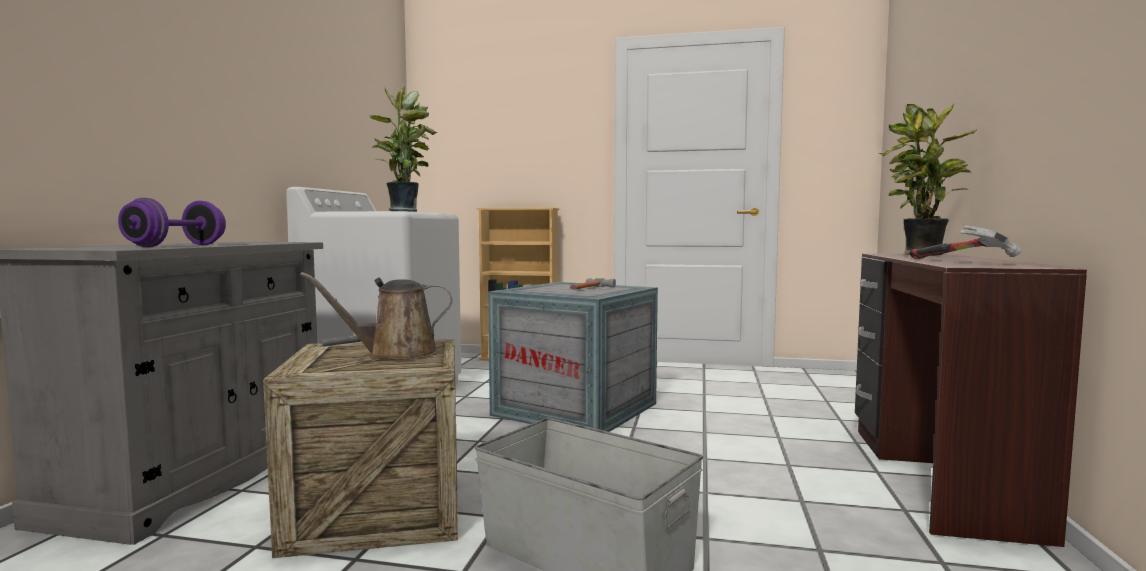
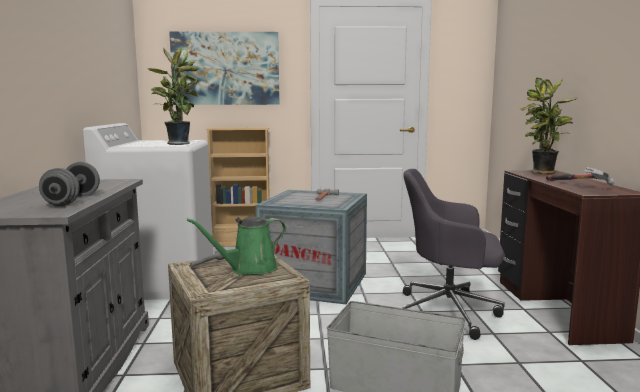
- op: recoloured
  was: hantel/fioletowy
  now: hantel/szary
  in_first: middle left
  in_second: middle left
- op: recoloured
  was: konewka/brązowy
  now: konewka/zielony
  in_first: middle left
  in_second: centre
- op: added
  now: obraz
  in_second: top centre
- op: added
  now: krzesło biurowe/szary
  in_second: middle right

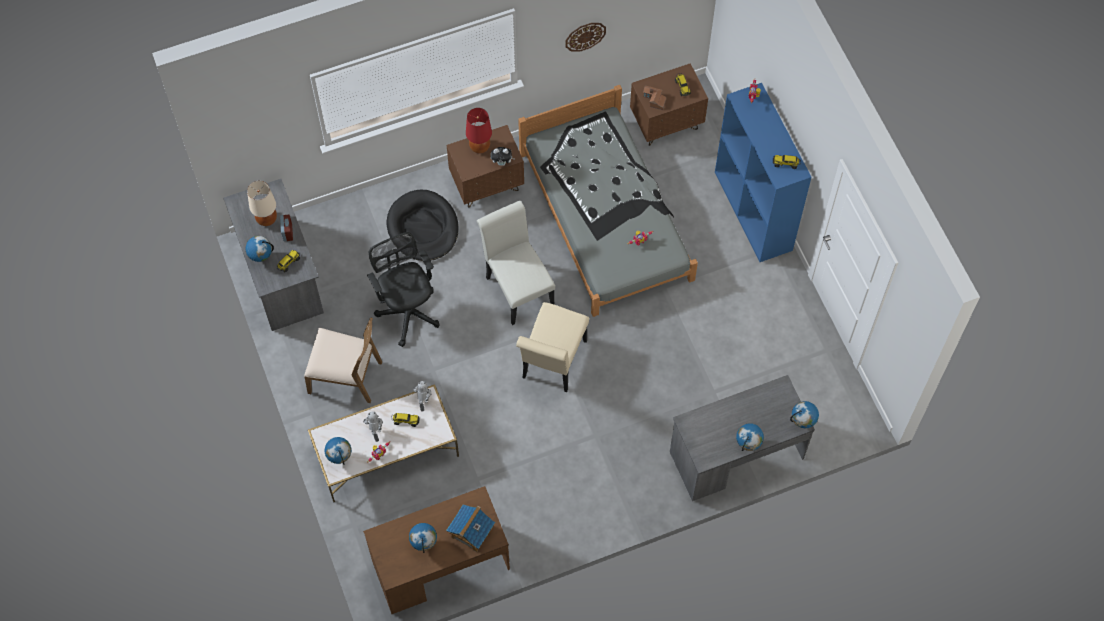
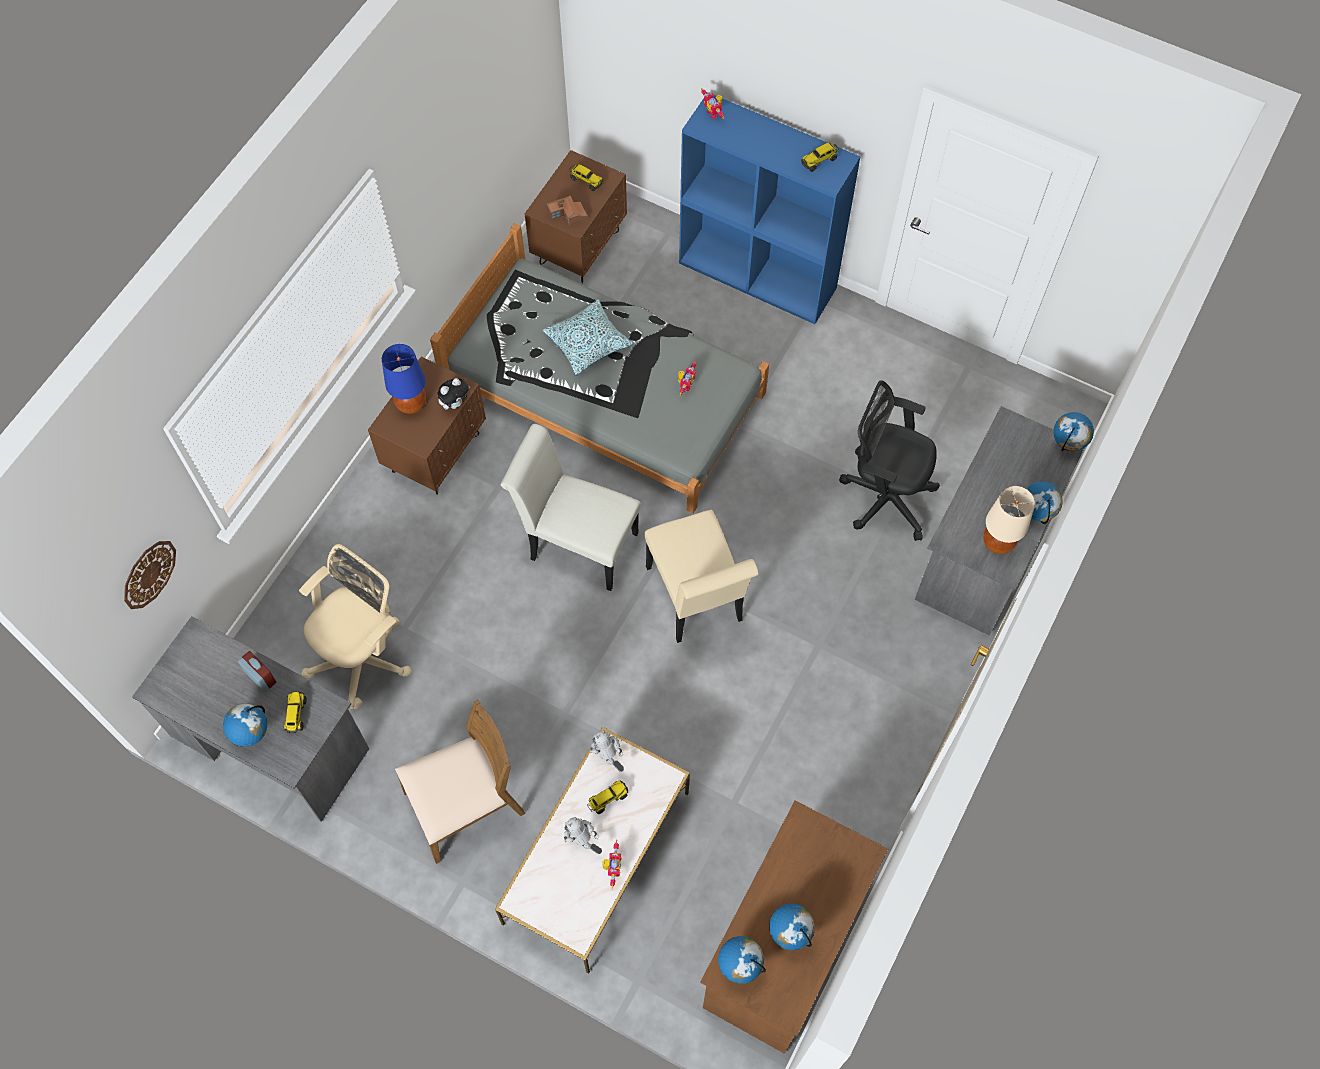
- op: moved
  was: zegar ścienny
  in_first: top centre
  in_second: middle left
- op: recoloured
  was: lampa stołowa/czerwony
  now: lampa stołowa/niebieski
  in_first: top centre
  in_second: middle left
- op: moved
  was: lampa stołowa/beżowy
  in_first: top left
  in_second: middle right
- op: removed
  was: legowisko/czarny
  in_first: centre
- op: moved
  was: krzesło biurowe/czarny
  in_first: centre
  in_second: middle right
- op: moved
  was: globus (2nd from left)
  in_first: bottom left
  in_second: bottom centre
- op: removed
  was: domek (1st from left)
  in_first: bottom centre
- op: added
  now: poduszka
  in_second: top centre
- op: added
  now: krzesło biurowe/beżowy
  in_second: middle left

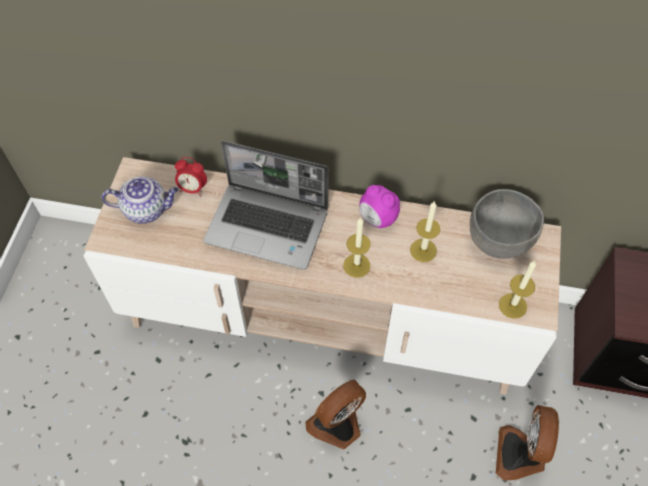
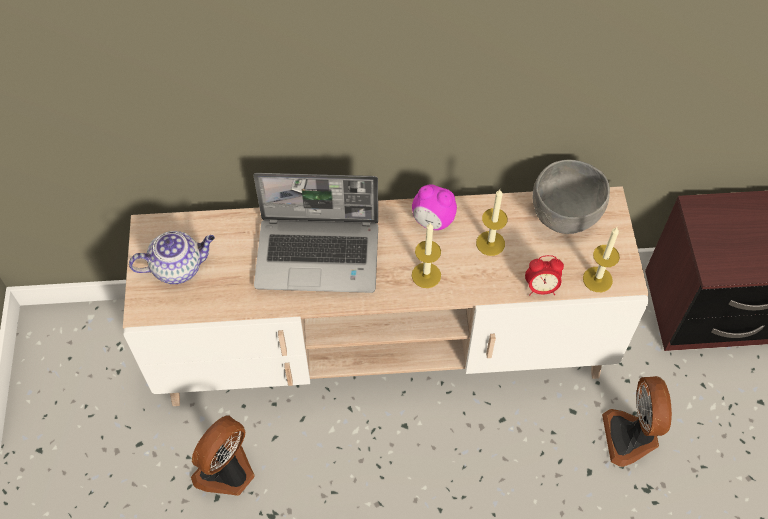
- op: moved
  was: budzik (1st from left in the first image)
  now: budzik (2nd from left)
  in_first: middle left
  in_second: middle right
- op: moved
  was: wentylator (1st from left)
  in_first: bottom centre
  in_second: bottom left

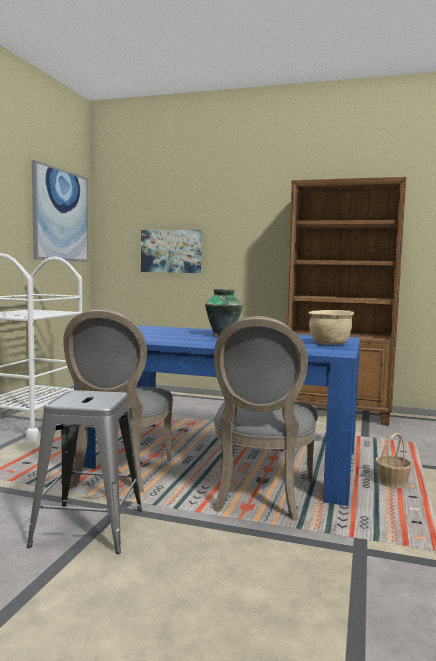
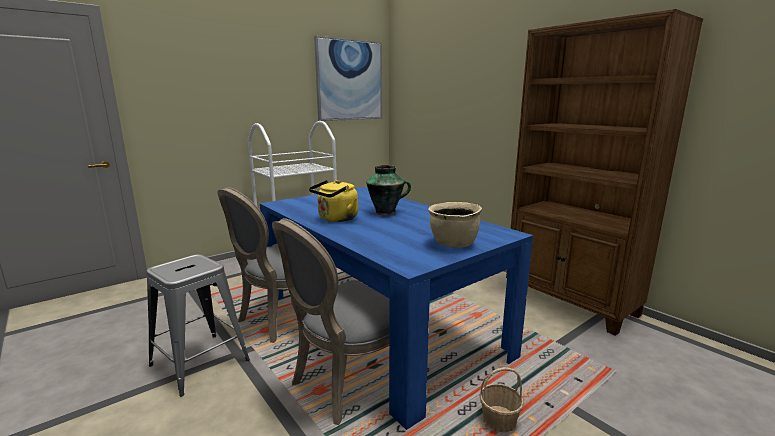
- op: removed
  was: obraz (2nd from left)
  in_first: centre
- op: added
  now: czajnik/żółty
  in_second: centre

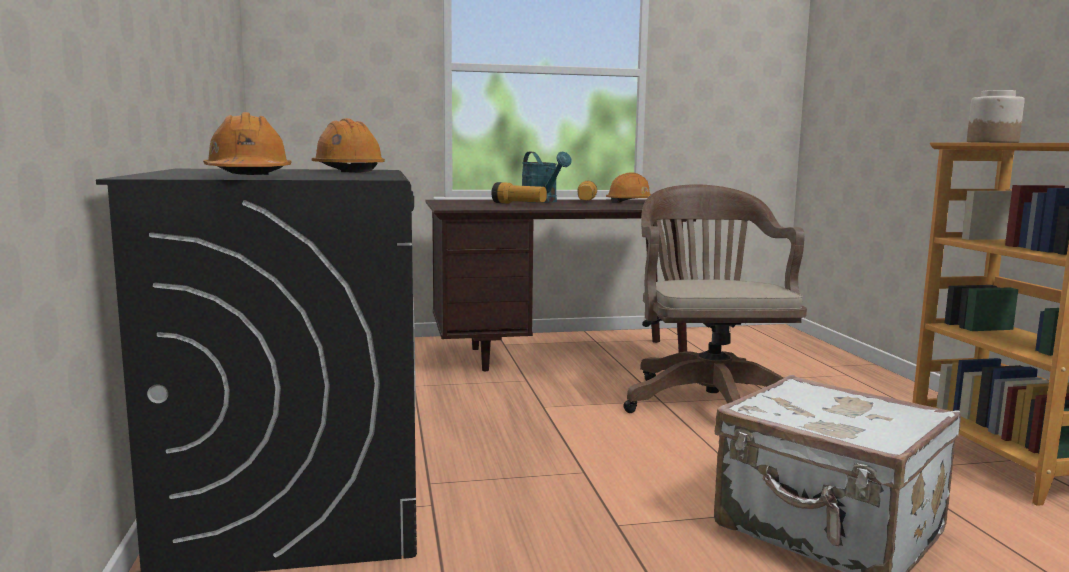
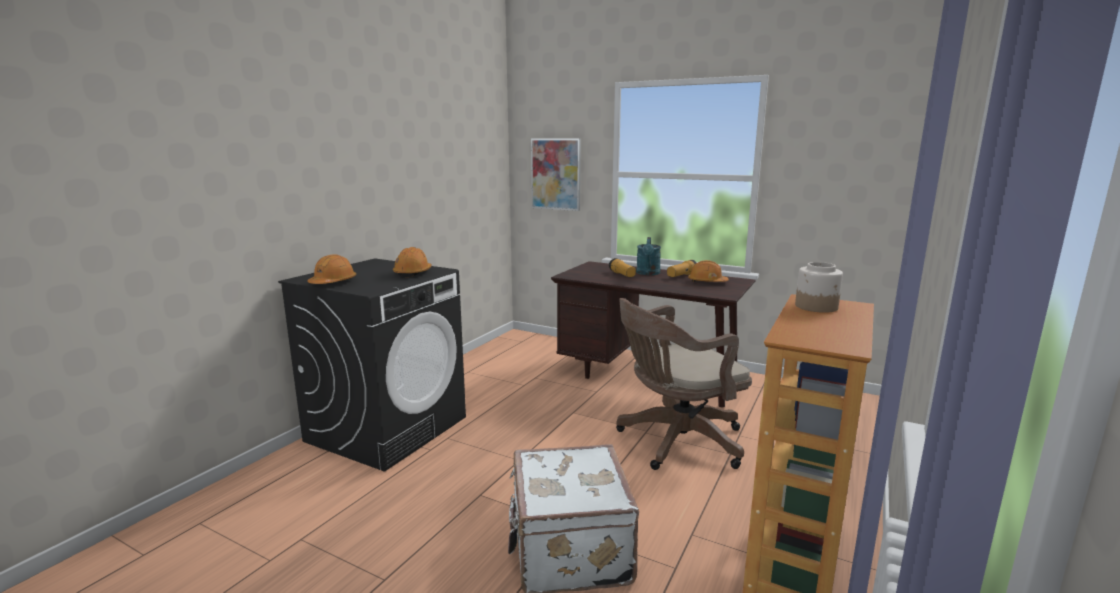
- op: turned
  was: krzesło biurowe/brązowy
  in_first: middle right
  in_second: centre
  clockwise: -150
- op: added
  now: obraz
  in_second: top centre

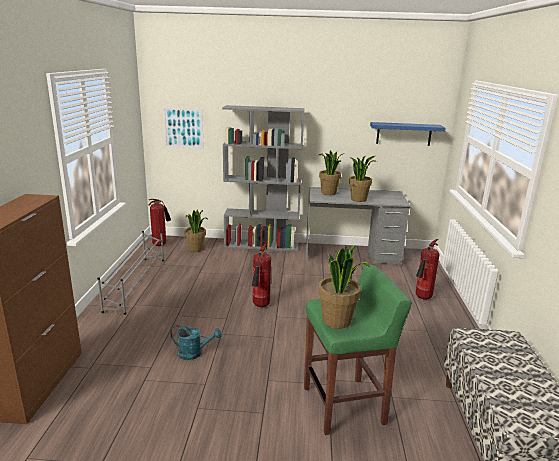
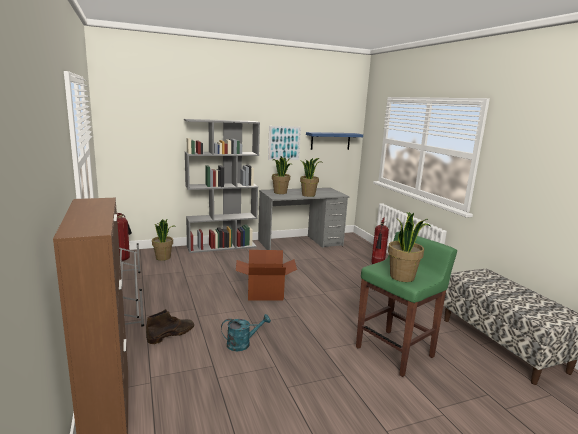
- op: moved
  was: obraz
  in_first: top left
  in_second: top centre
- op: replaced
  was: gaśnica (2nd from left)
  now: karton
  in_first: centre
  in_second: centre
- op: added
  now: but z cholewką/brązowy
  in_second: bottom left

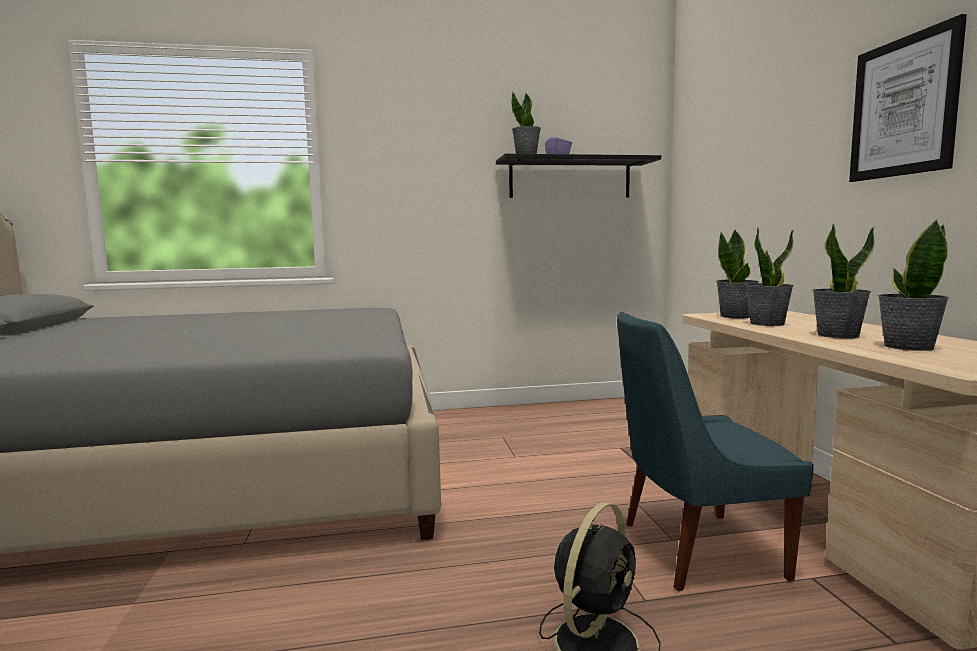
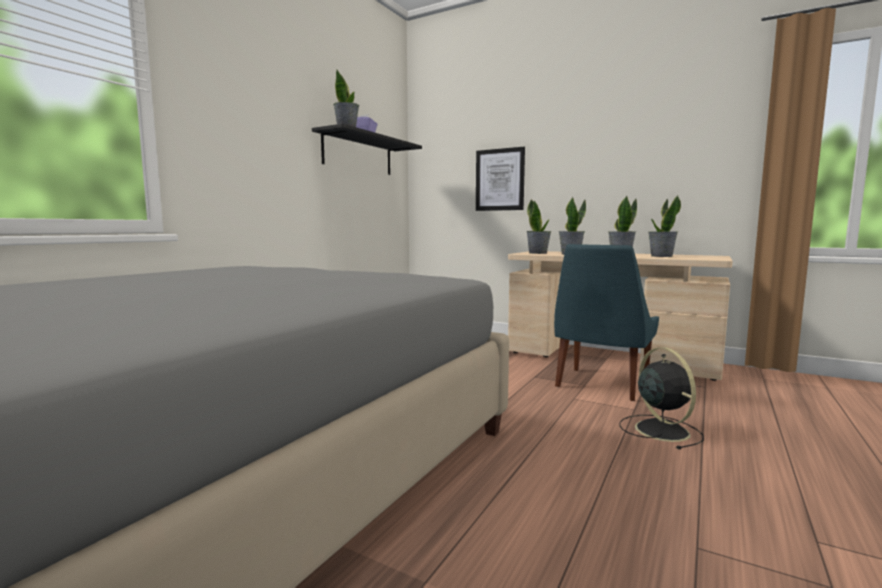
- op: moved
  was: obraz
  in_first: top right
  in_second: top centre

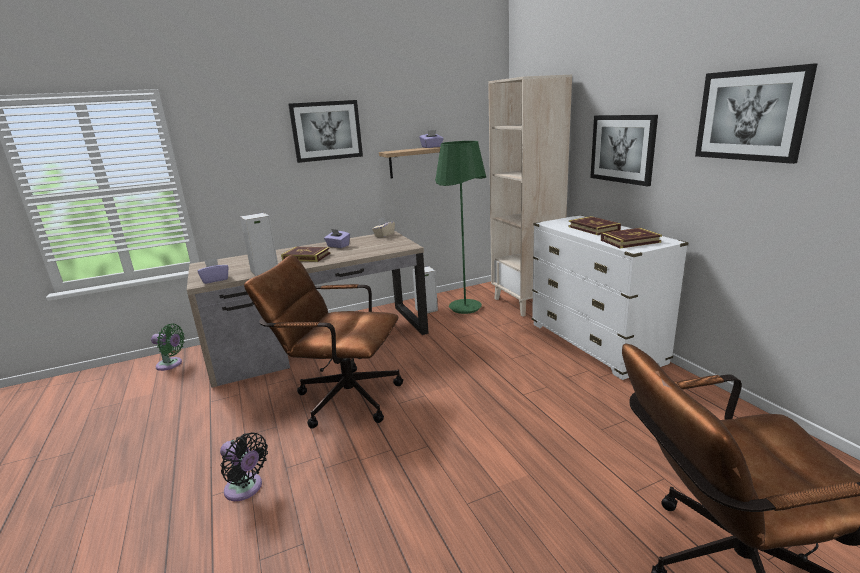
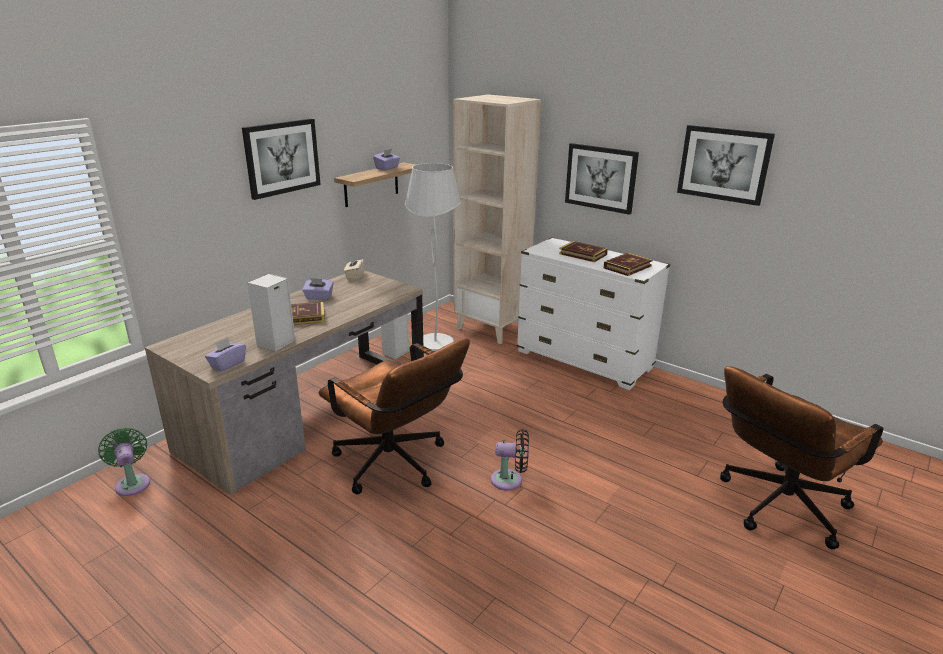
- op: recoloured
  was: lampa stojąca/zielony
  now: lampa stojąca/biały
  in_first: centre
  in_second: centre
- op: turned
  was: krzesło biurowe/brązowy (1st from left)
  in_first: centre
  in_second: centre
  clockwise: -120
- op: turned
  was: wentylator/zielony
  in_first: middle left
  in_second: bottom left
  clockwise: -105
- op: moved
  was: wentylator/czarny
  in_first: bottom left
  in_second: bottom centre

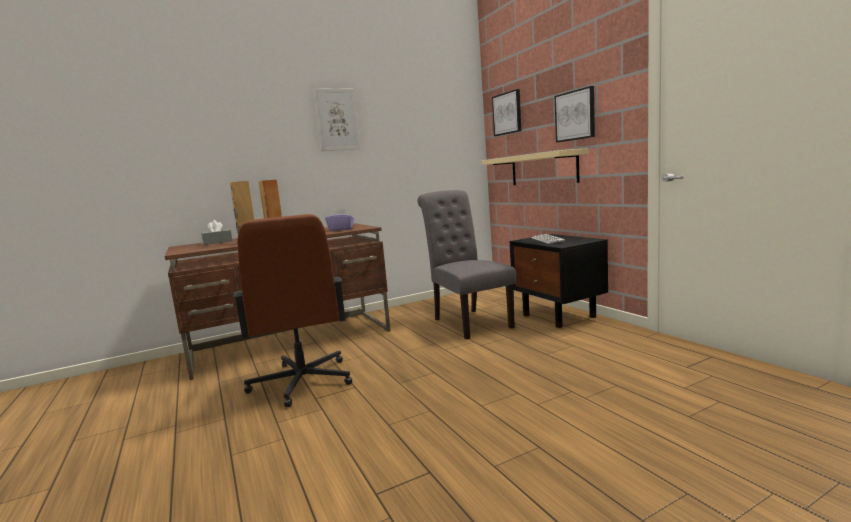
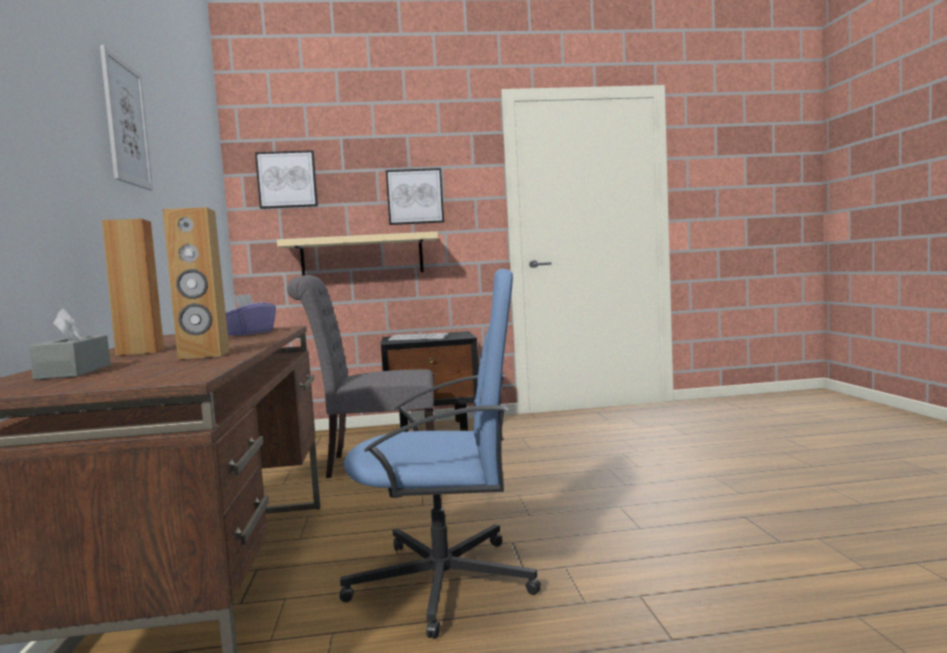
- op: recoloured
  was: krzesło biurowe/brązowy
  now: krzesło biurowe/niebieski
  in_first: centre
  in_second: bottom centre

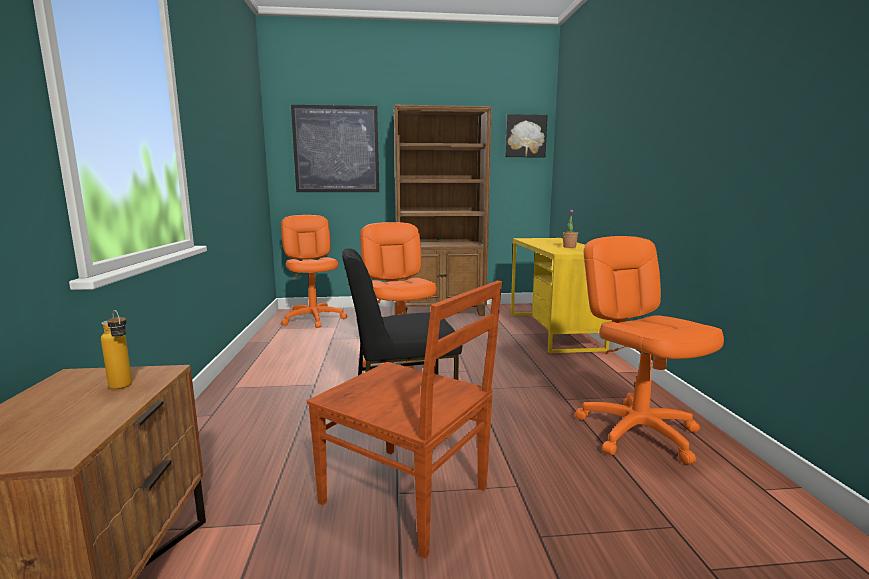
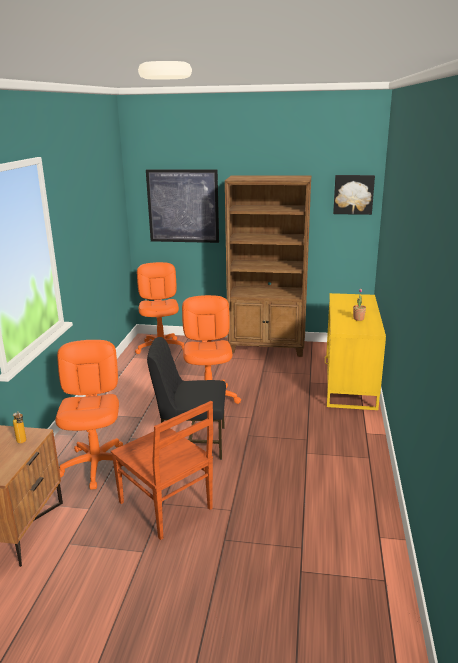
- op: moved
  was: krzesło biurowe/pomarańczowy (3rd from left in the first image)
  now: krzesło biurowe/pomarańczowy (1st from left)
  in_first: middle right
  in_second: middle left

